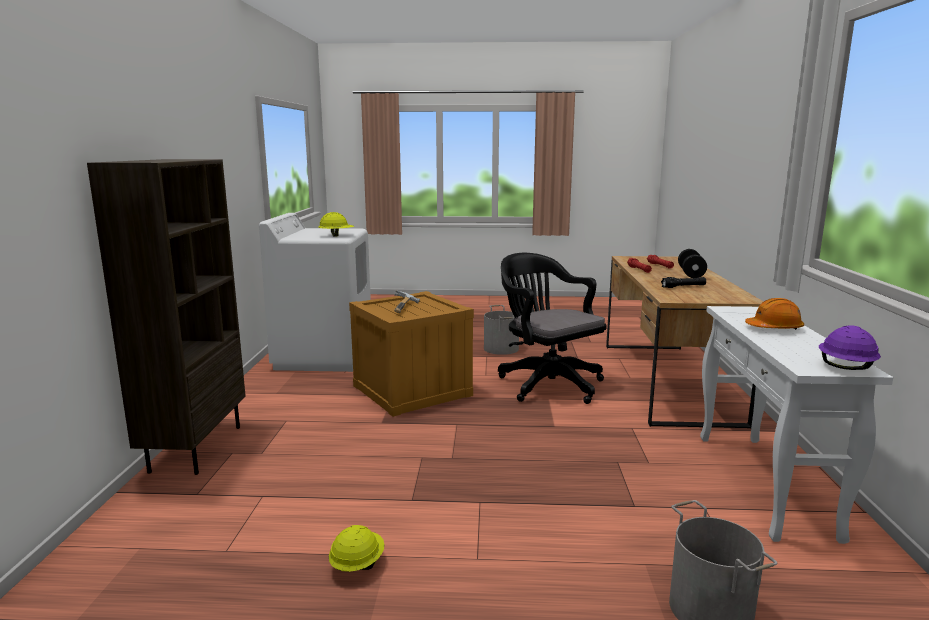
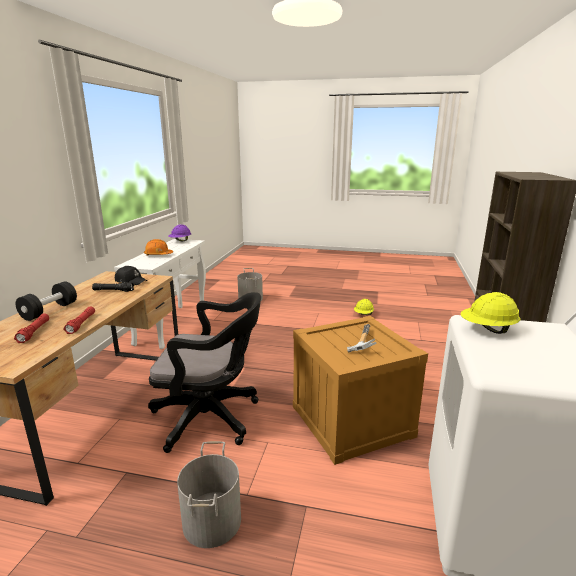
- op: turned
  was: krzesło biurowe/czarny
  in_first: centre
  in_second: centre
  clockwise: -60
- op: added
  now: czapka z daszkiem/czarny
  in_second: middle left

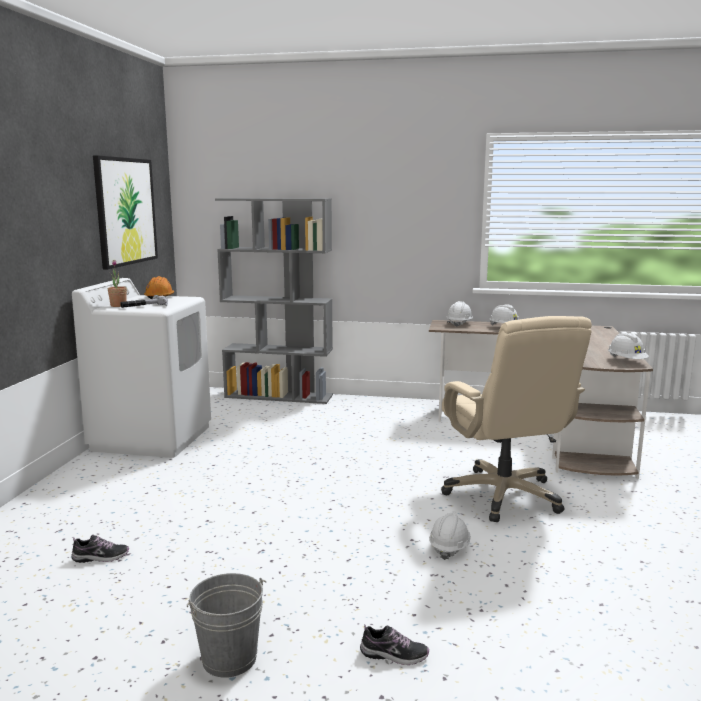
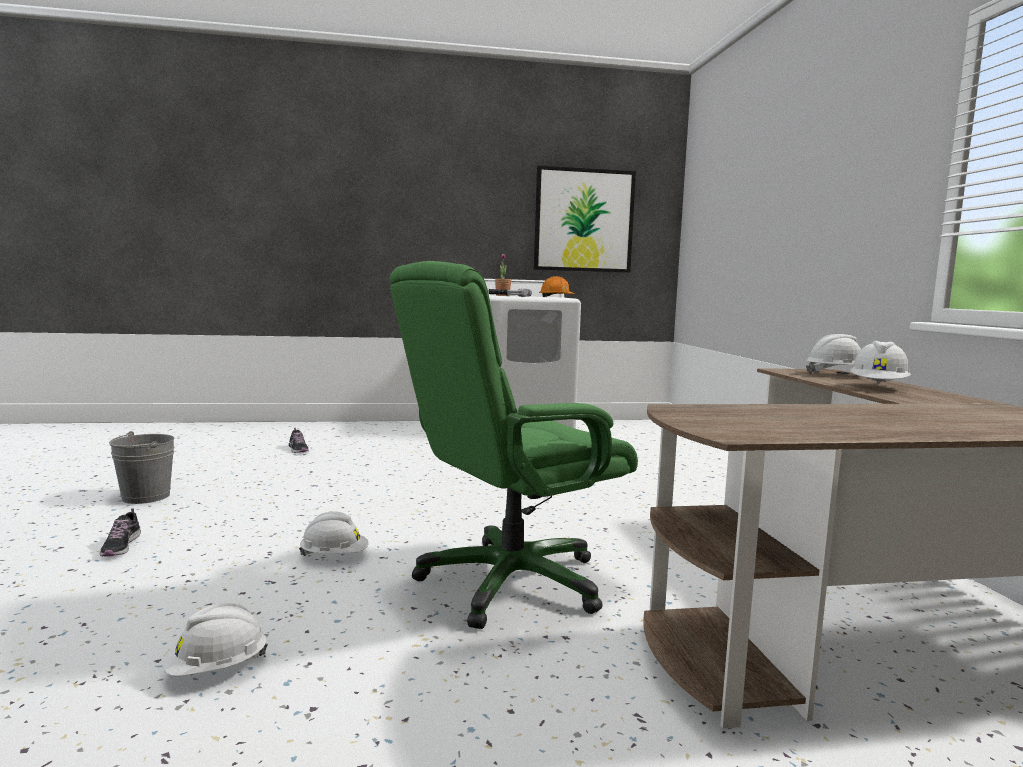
- op: removed
  was: regał/szary
  in_first: centre
- op: recoloured
  was: krzesło biurowe/beżowy
  now: krzesło biurowe/zielony
  in_first: middle right
  in_second: centre
- op: moved
  was: kask/biały (4th from left in the first image)
  now: kask/biały (1st from left)
  in_first: middle right
  in_second: bottom left

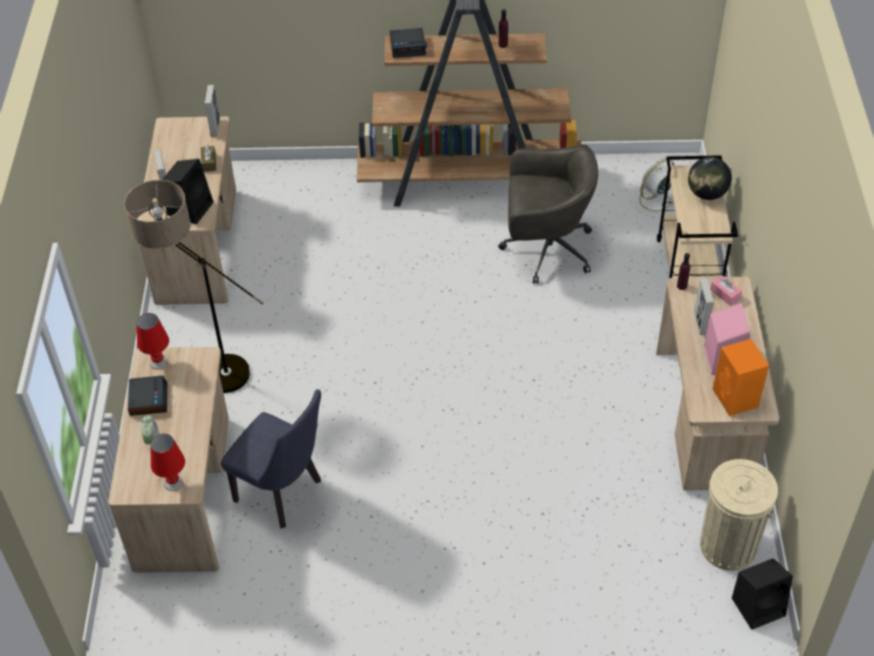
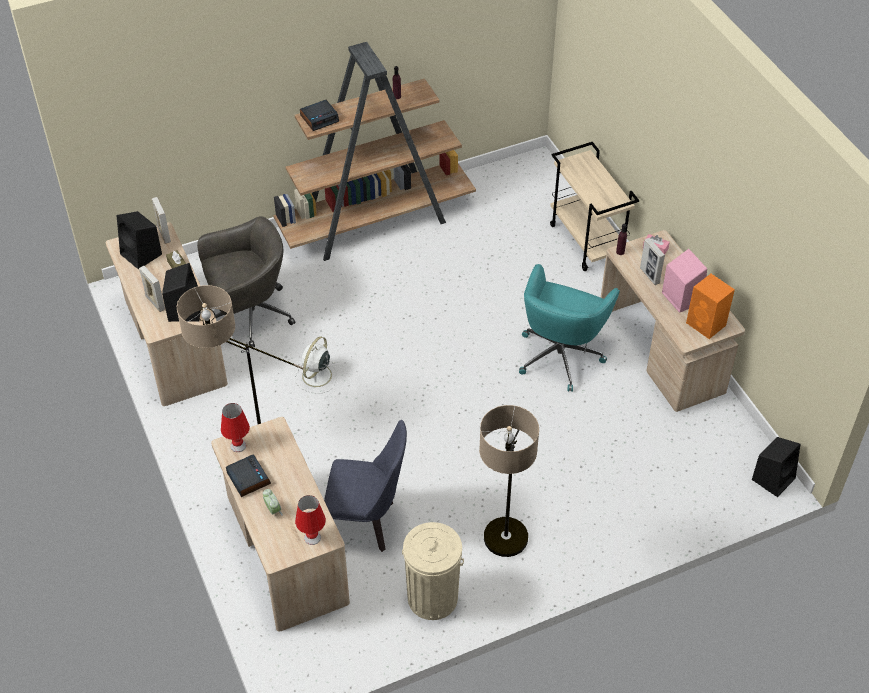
- op: moved
  was: krzesło biurowe/szary
  in_first: top centre
  in_second: middle left
- op: removed
  was: globus
  in_first: top right
- op: moved
  was: wentylator/biały
  in_first: top right
  in_second: centre
- op: moved
  was: kosz na śmieci/beżowy
  in_first: bottom right
  in_second: bottom centre
- op: added
  now: głośnik/czarny (1st from left)
  in_second: middle left
- op: added
  now: krzesło biurowe/turkusowy
  in_second: centre
- op: added
  now: lampa stojąca (2nd from left)
  in_second: bottom centre

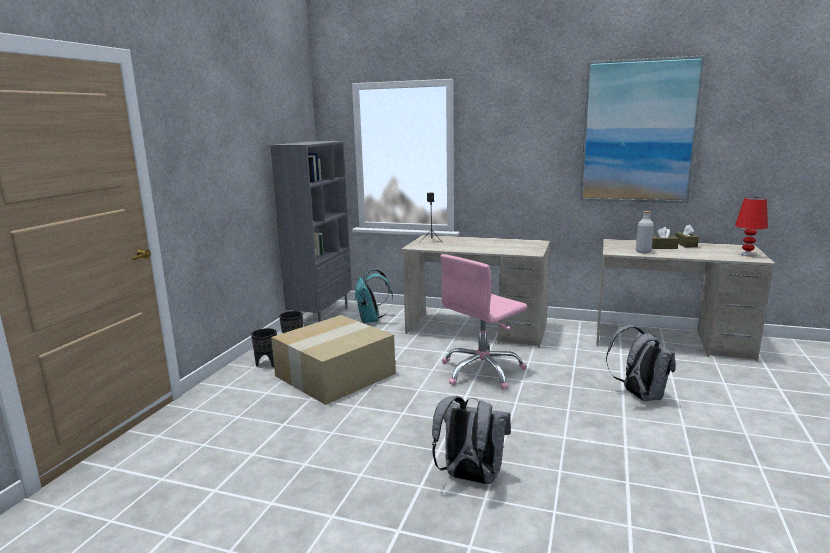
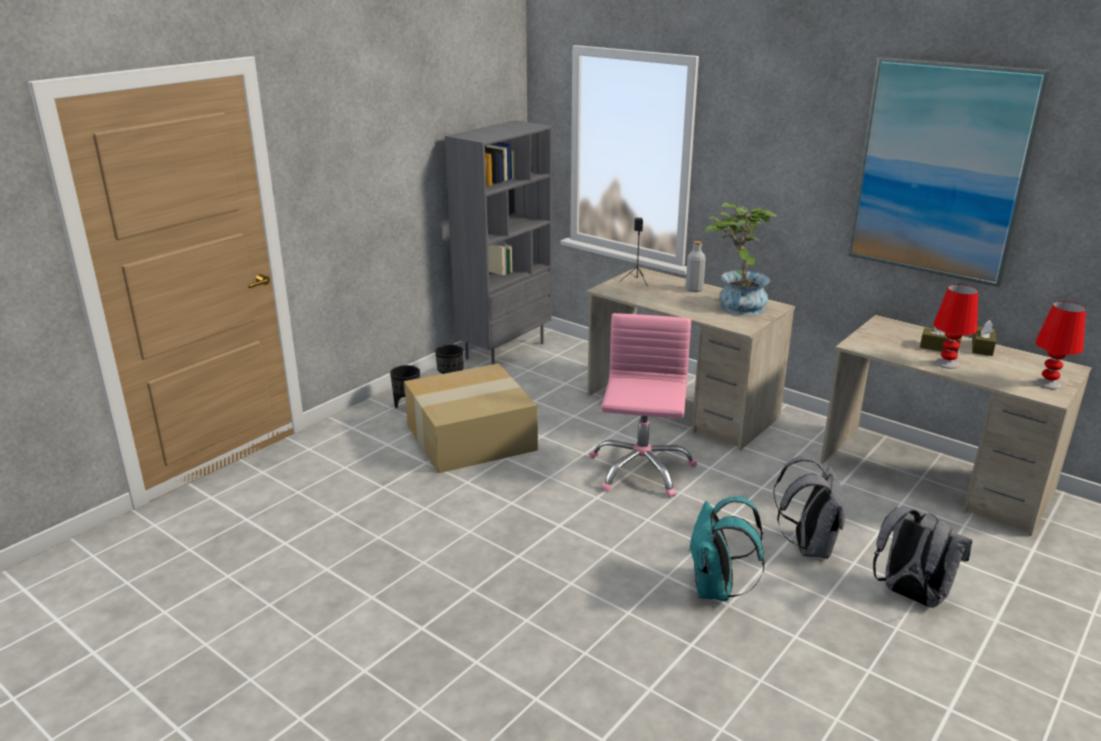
- op: moved
  was: butelka/szary
  in_first: middle right
  in_second: centre
- op: turned
  was: krzesło biurowe/różowy
  in_first: centre
  in_second: centre
  clockwise: 120
- op: moved
  was: plecak/turkusowy
  in_first: centre
  in_second: bottom centre
- op: moved
  was: plecak/szary (1st from left in the first image)
  now: plecak/szary (2nd from left)
  in_first: bottom centre
  in_second: bottom right
- op: added
  now: roślina doniczkowa
  in_second: middle right
- op: added
  now: lampa stołowa/czerwony (1st from left)
  in_second: middle right

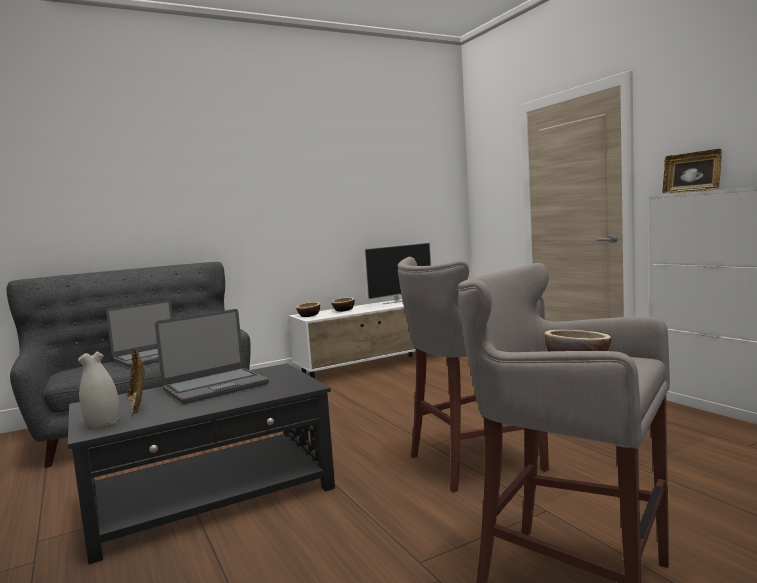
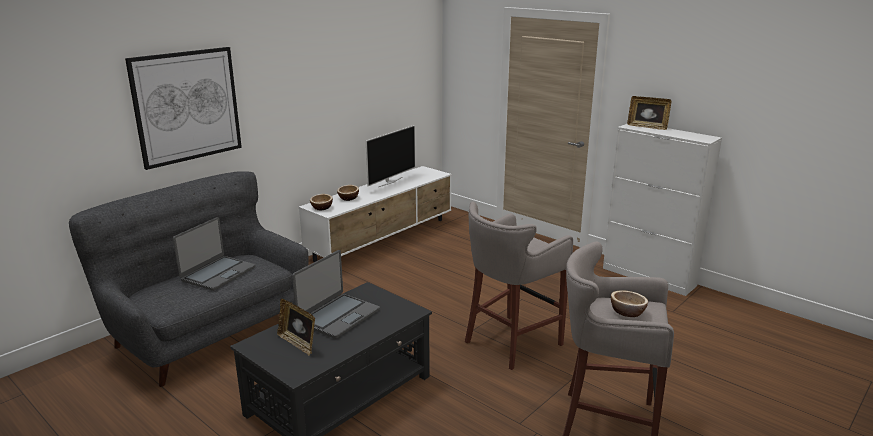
- op: removed
  was: wazon/biały
  in_first: bottom left
- op: added
  now: obraz
  in_second: top left

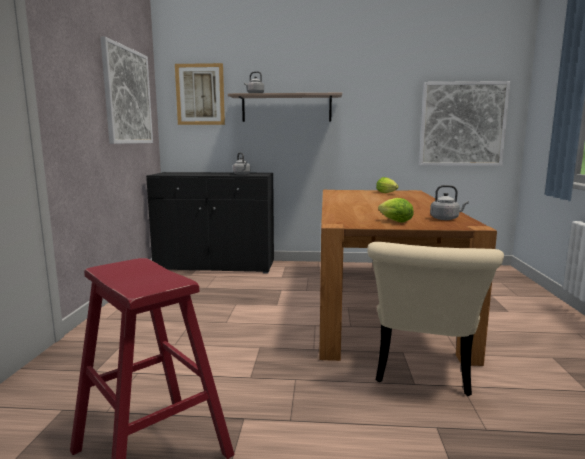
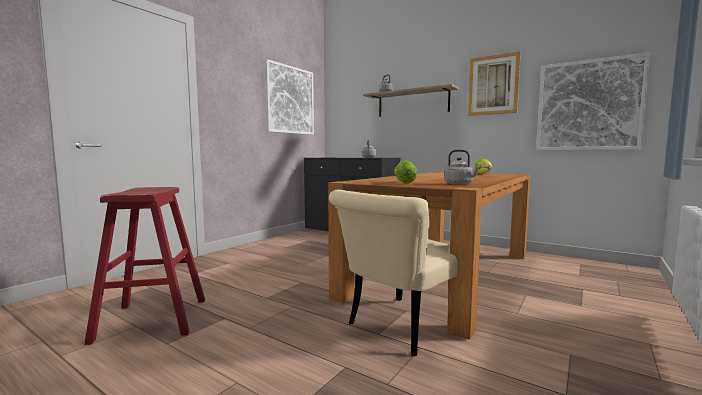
- op: moved
  was: obraz (2nd from left)
  in_first: top centre
  in_second: top right

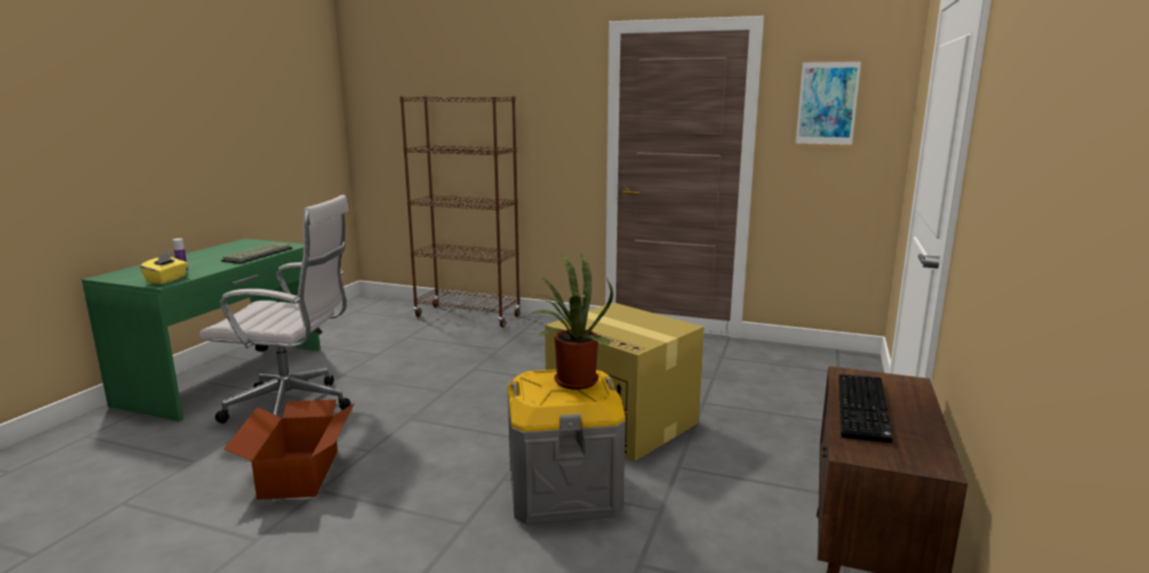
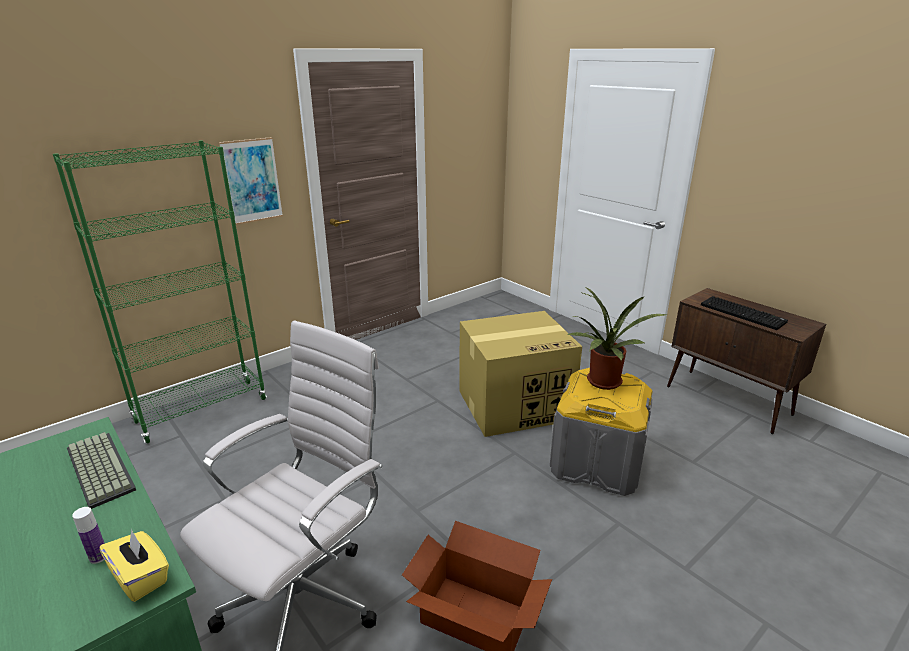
- op: moved
  was: obraz
  in_first: top right
  in_second: top left
- op: recoloured
  was: regał/brązowy
  now: regał/zielony
  in_first: centre
  in_second: middle left

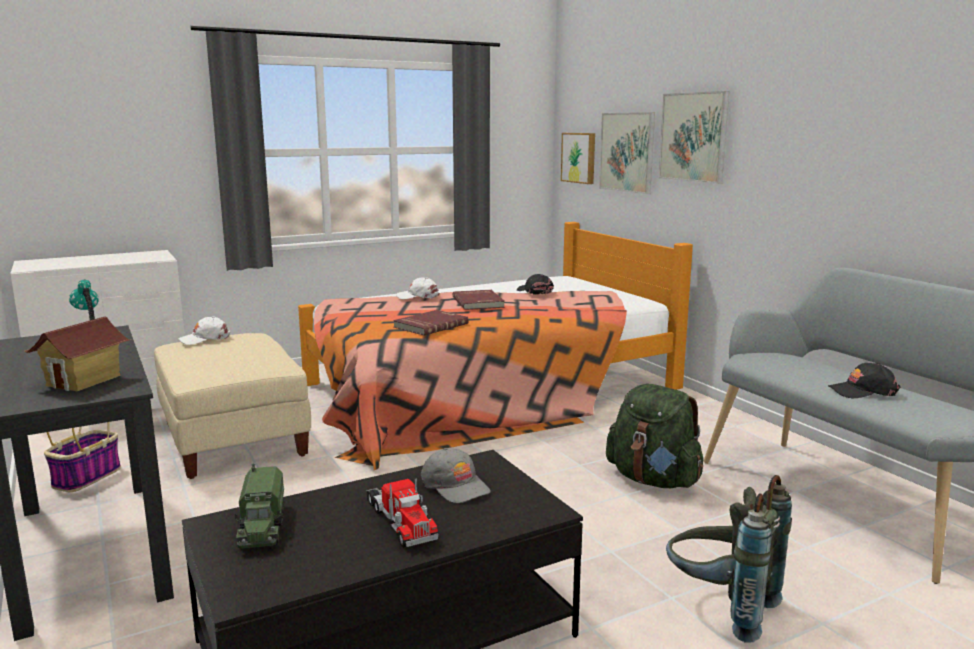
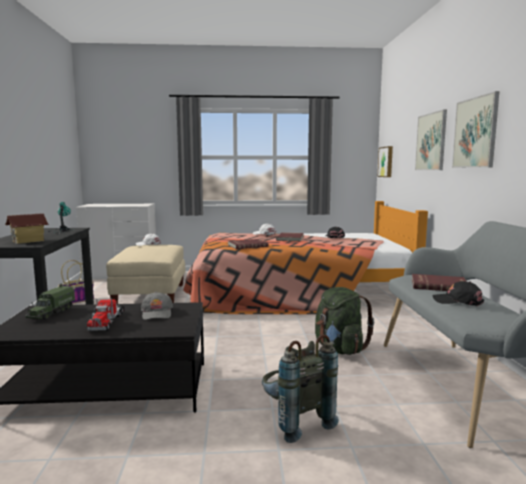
- op: moved
  was: obraz (2nd from left in the first image)
  now: obraz (3rd from left)
  in_first: top centre
  in_second: top right
- op: added
  now: książka/czerwony (3rd from left)
  in_second: middle right

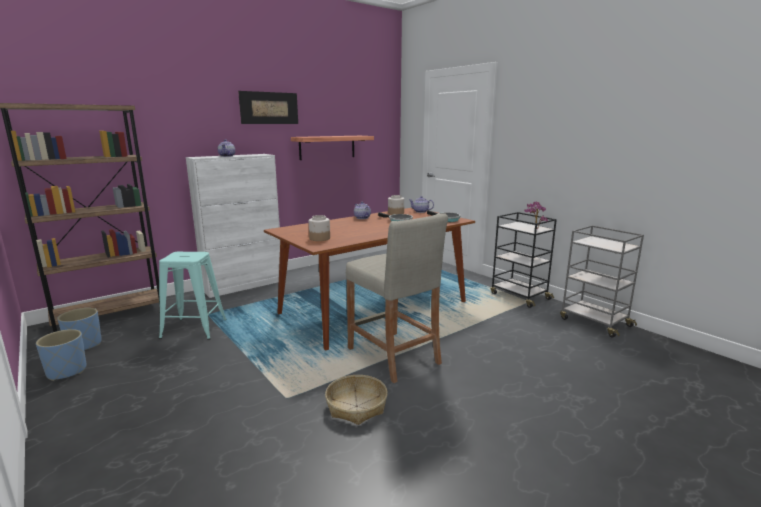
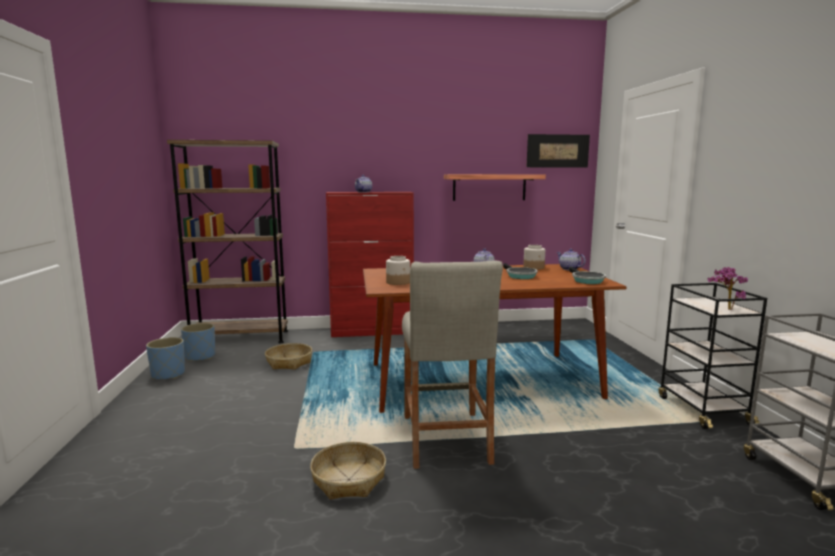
- op: moved
  was: obraz
  in_first: top centre
  in_second: top right
- op: recoloured
  was: szafka/biały
  now: szafka/czerwony
  in_first: middle left
  in_second: centre
- op: replaced
  was: stołek/turkusowy
  now: koszyk (1st from left)
  in_first: middle left
  in_second: centre

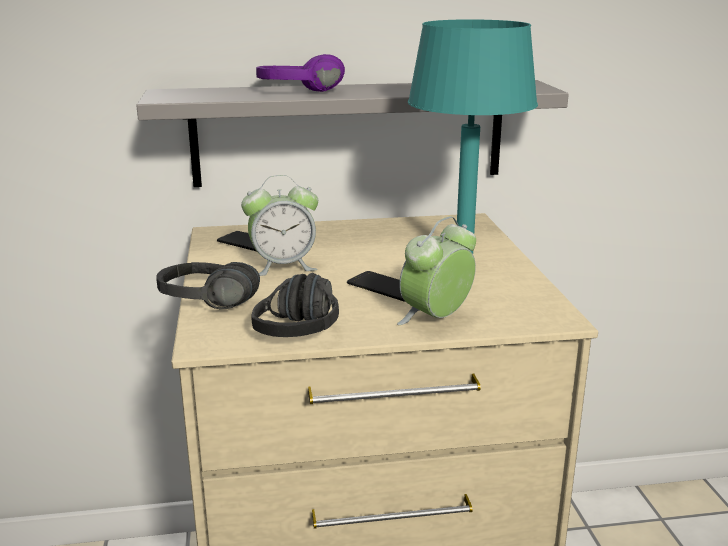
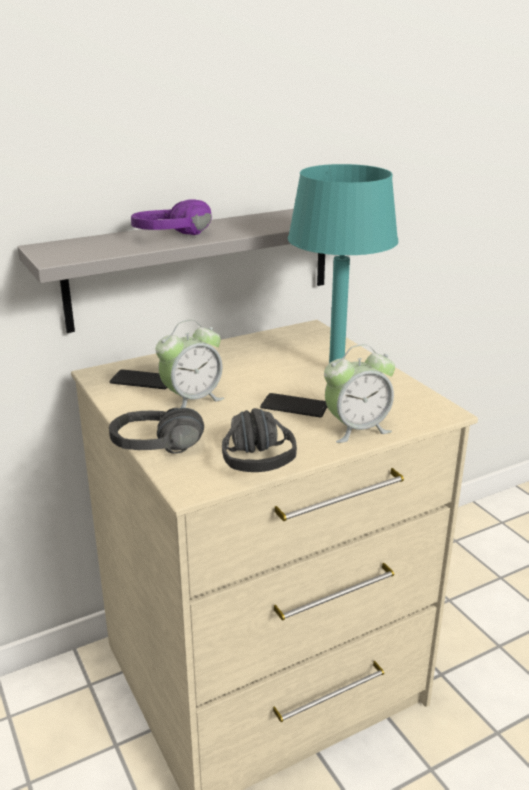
- op: turned
  was: budzik (2nd from left)
  in_first: centre
  in_second: middle right
  clockwise: -135

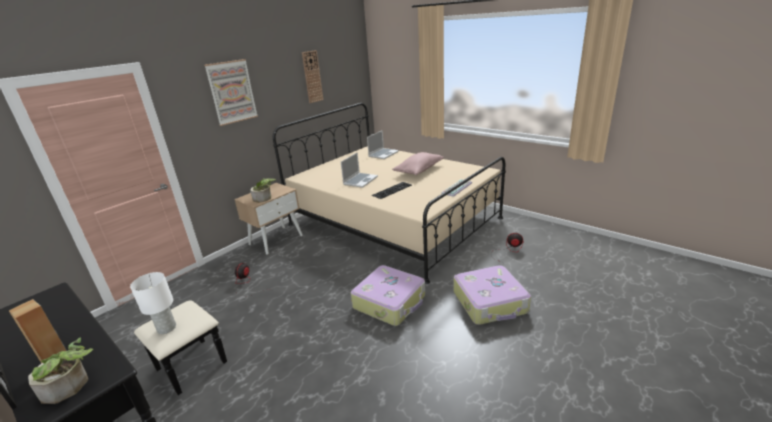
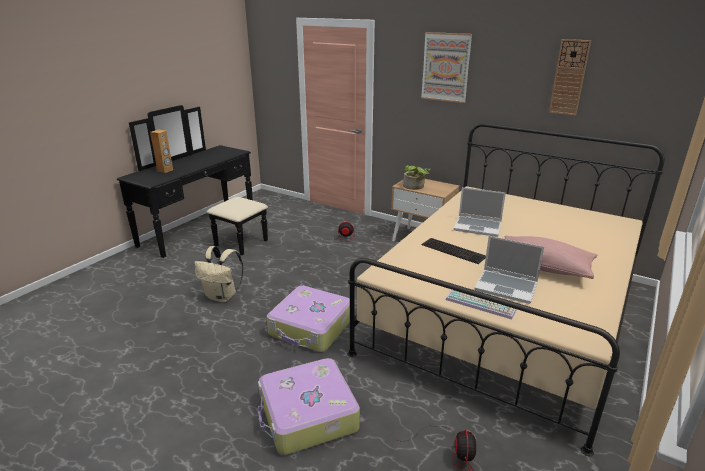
- op: moved
  was: laptop (2nd from left)
  in_first: centre
  in_second: middle right
- op: removed
  was: lampa stołowa/biały
  in_first: bottom left
- op: removed
  was: roślina doniczkowa (1st from left)
  in_first: bottom left
- op: added
  now: plecak/beżowy
  in_second: middle left

